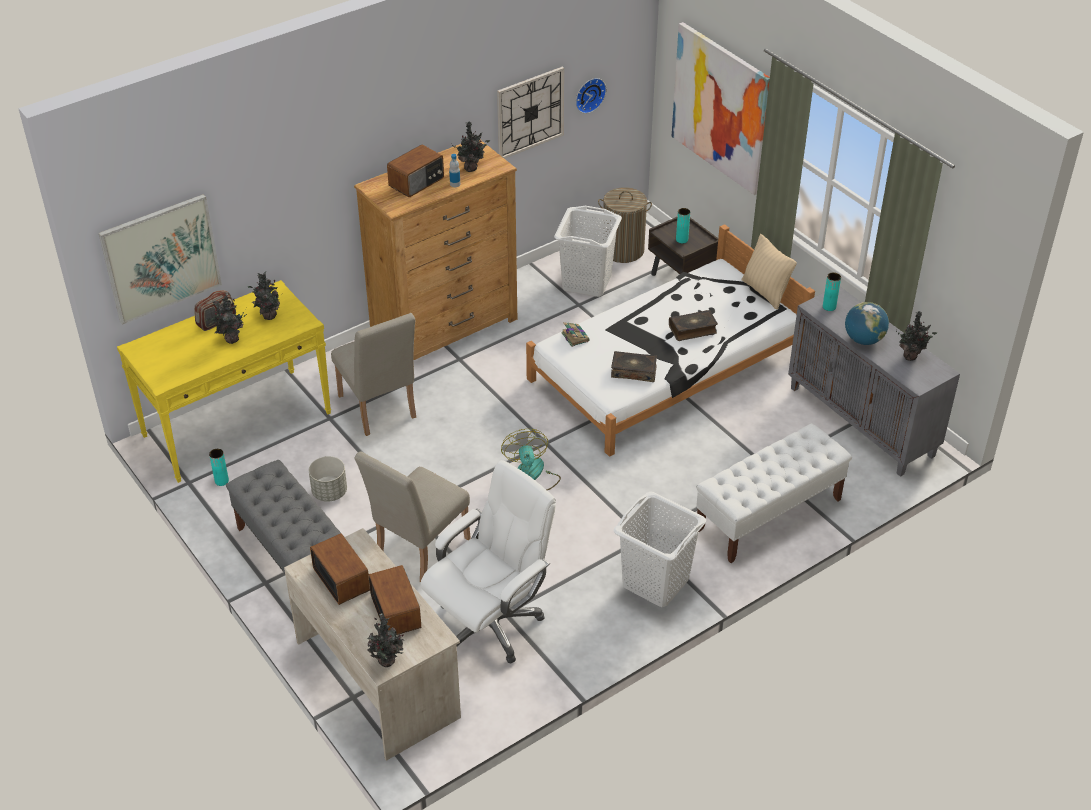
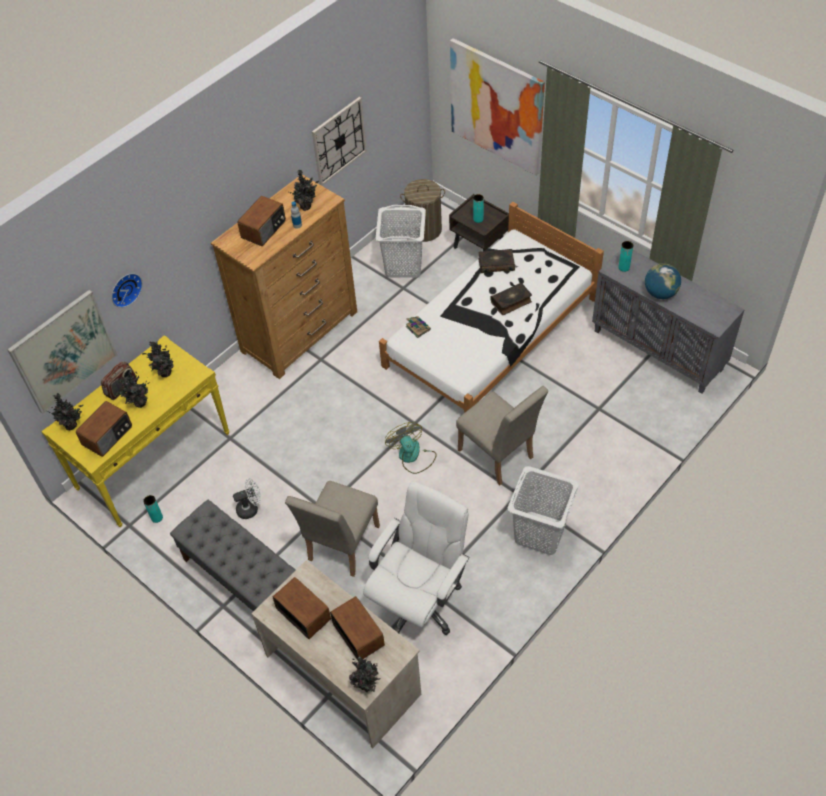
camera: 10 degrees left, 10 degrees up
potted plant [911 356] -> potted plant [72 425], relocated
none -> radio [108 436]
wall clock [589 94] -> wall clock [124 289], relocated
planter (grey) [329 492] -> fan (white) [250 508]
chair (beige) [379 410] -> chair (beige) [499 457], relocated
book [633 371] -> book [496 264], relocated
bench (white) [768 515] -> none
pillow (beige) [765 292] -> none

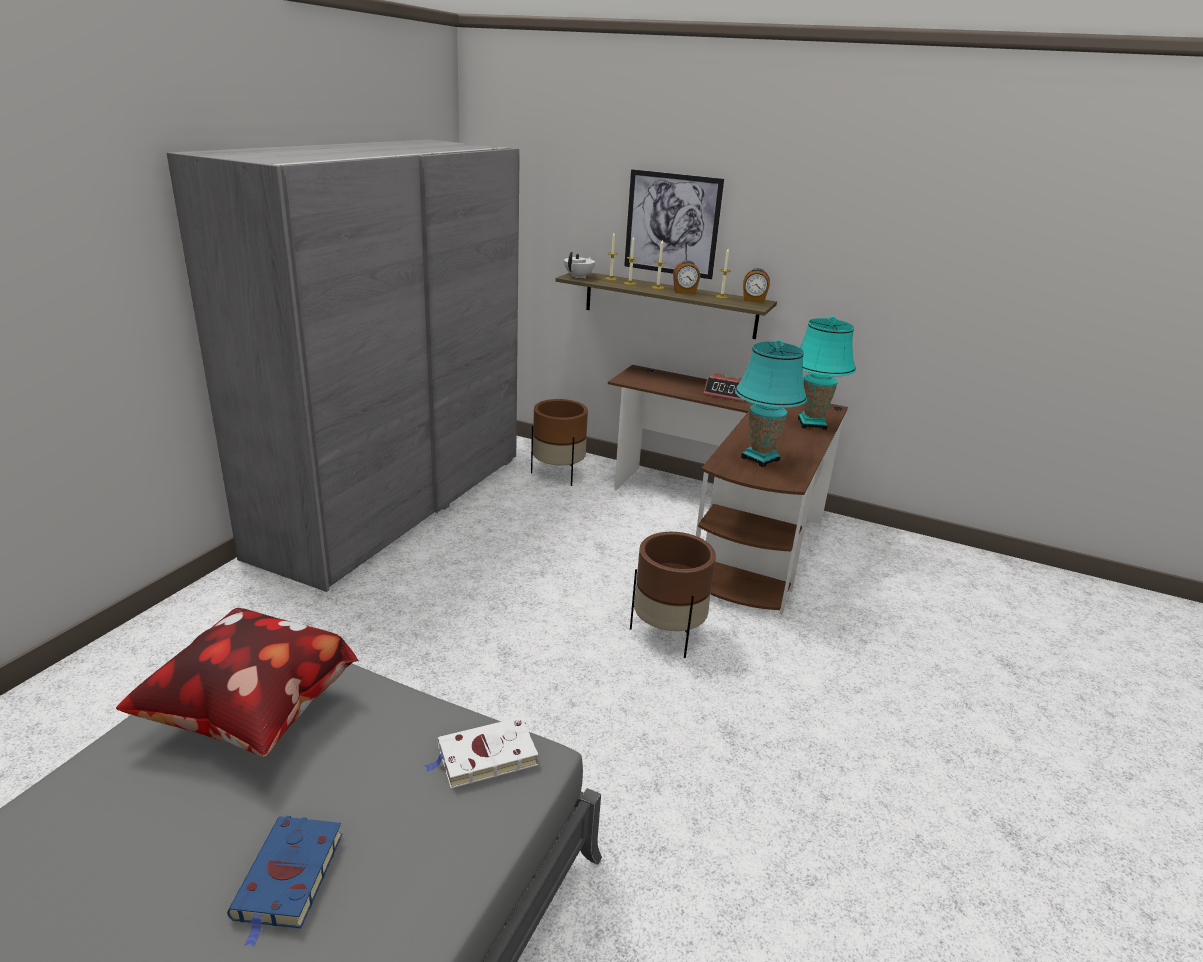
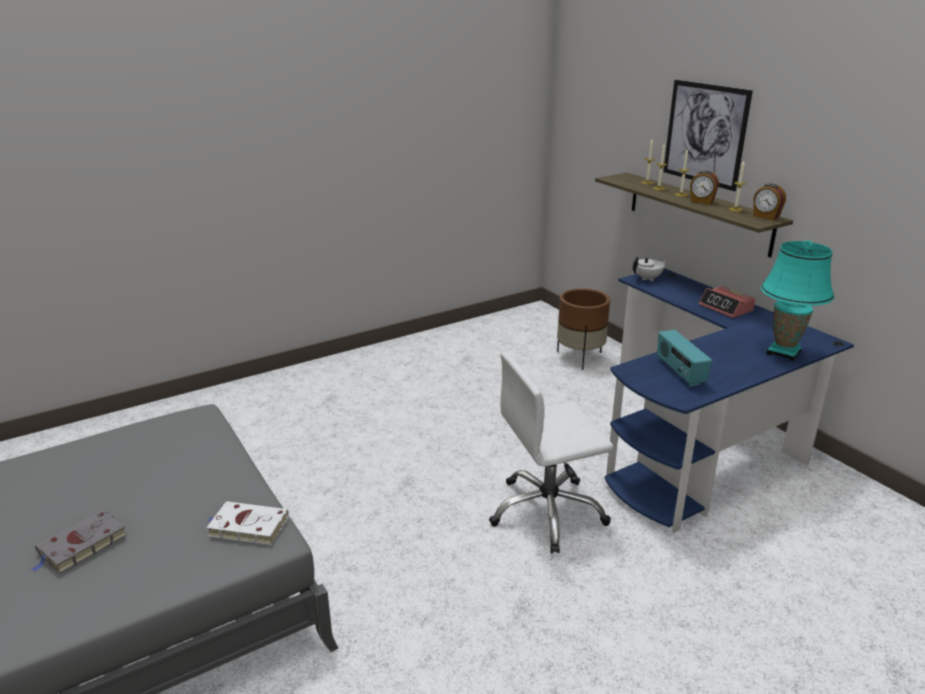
camera: 35 degrees right, 0 degrees up
book (blue) [288 879] -> book (grey) [80 546]
planter (brown) [667 634] -> office chair (white) [547 512]
desk (brown) [729 528] -> desk (blue) [699 442]
teapot (white) [579 277] -> teapot (white) [648 278], relocated
table lamp (turquoise) [760 459] -> radio [679 372]
pillow [252 718] -> none
wardrobe (grey) [394 503] -> none

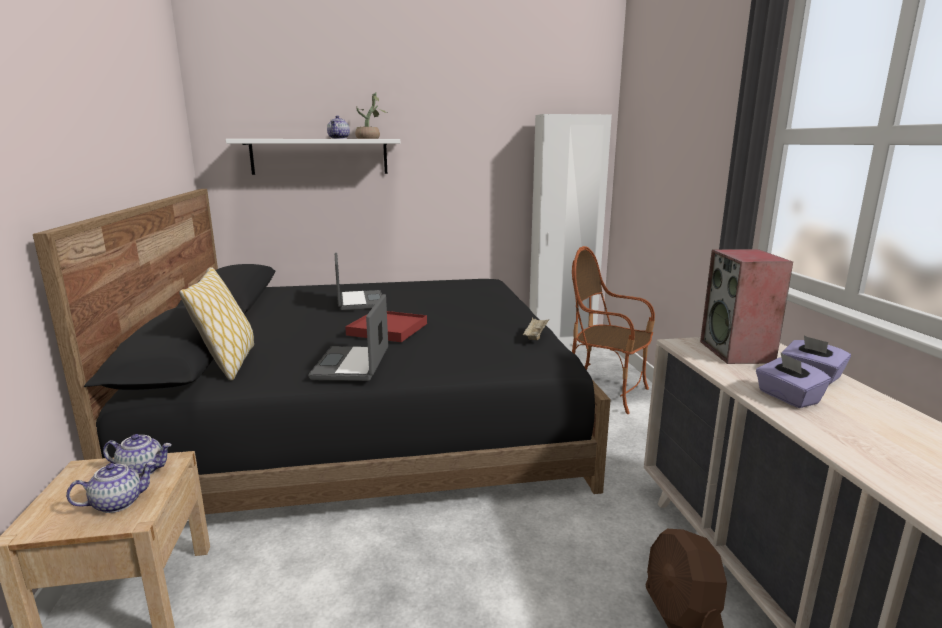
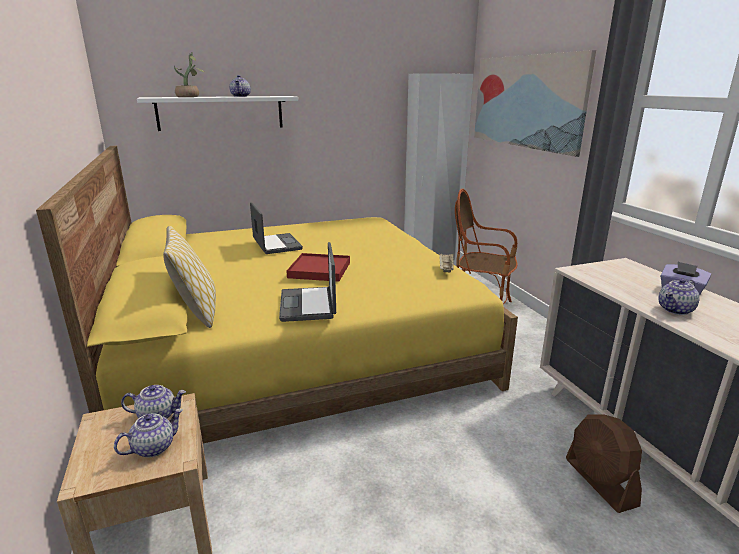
camera: 10 degrees left, 5 degrees up
bed (black) [369 414] -> bed (yellow) [295 341]
potted plant [370 138] -> potted plant [190 96], relocated
none -> picture [525 101]
tissue box (purple) [787 397] -> teapot [675 310]
speaker [737 352] -> none

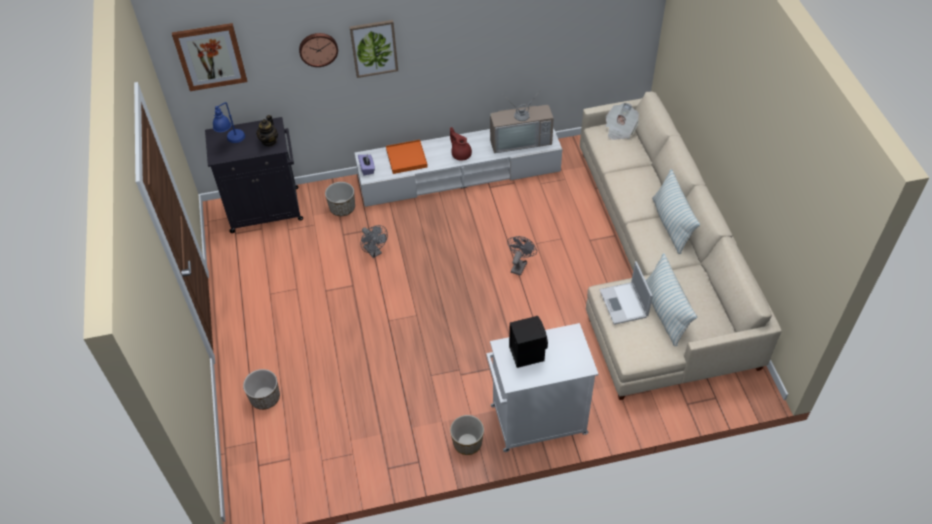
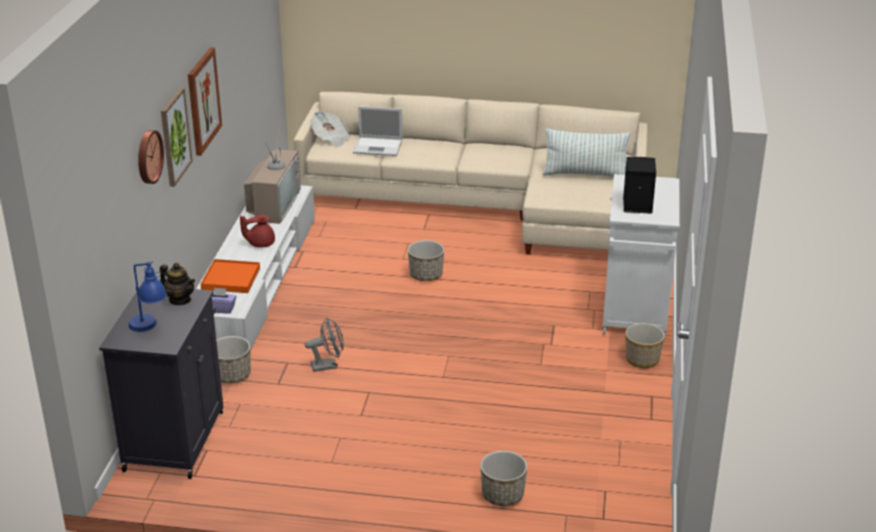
camera: 70 degrees left, 20 degrees down
picture [210 56] -> picture [203 101], relocated
laptop [624 304] -> laptop [379 147], relocated
fan (grey) [519 265] -> planter [426 275]
pillow [671 224] -> none

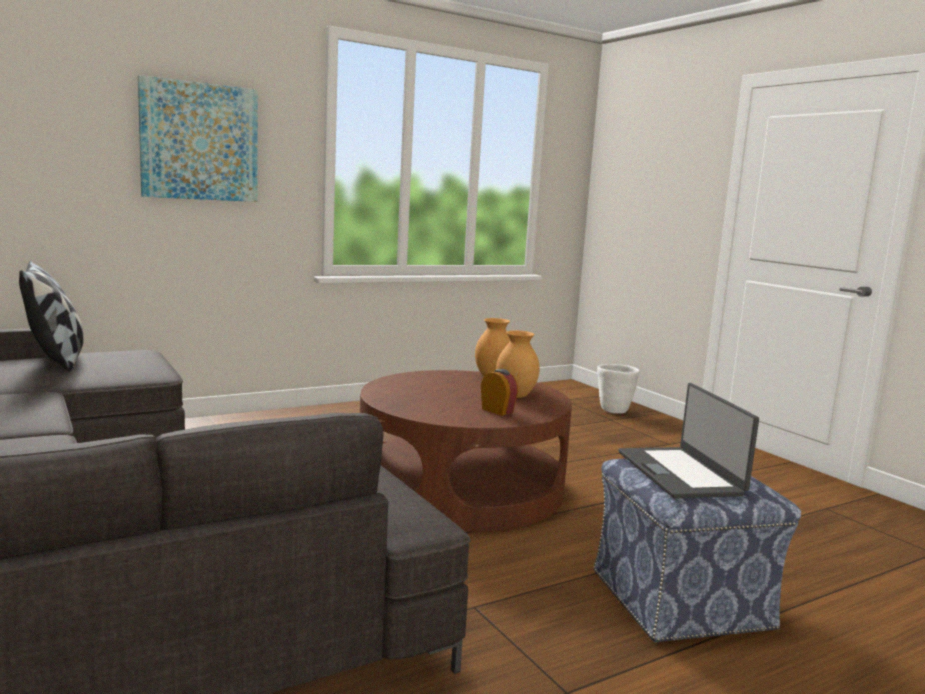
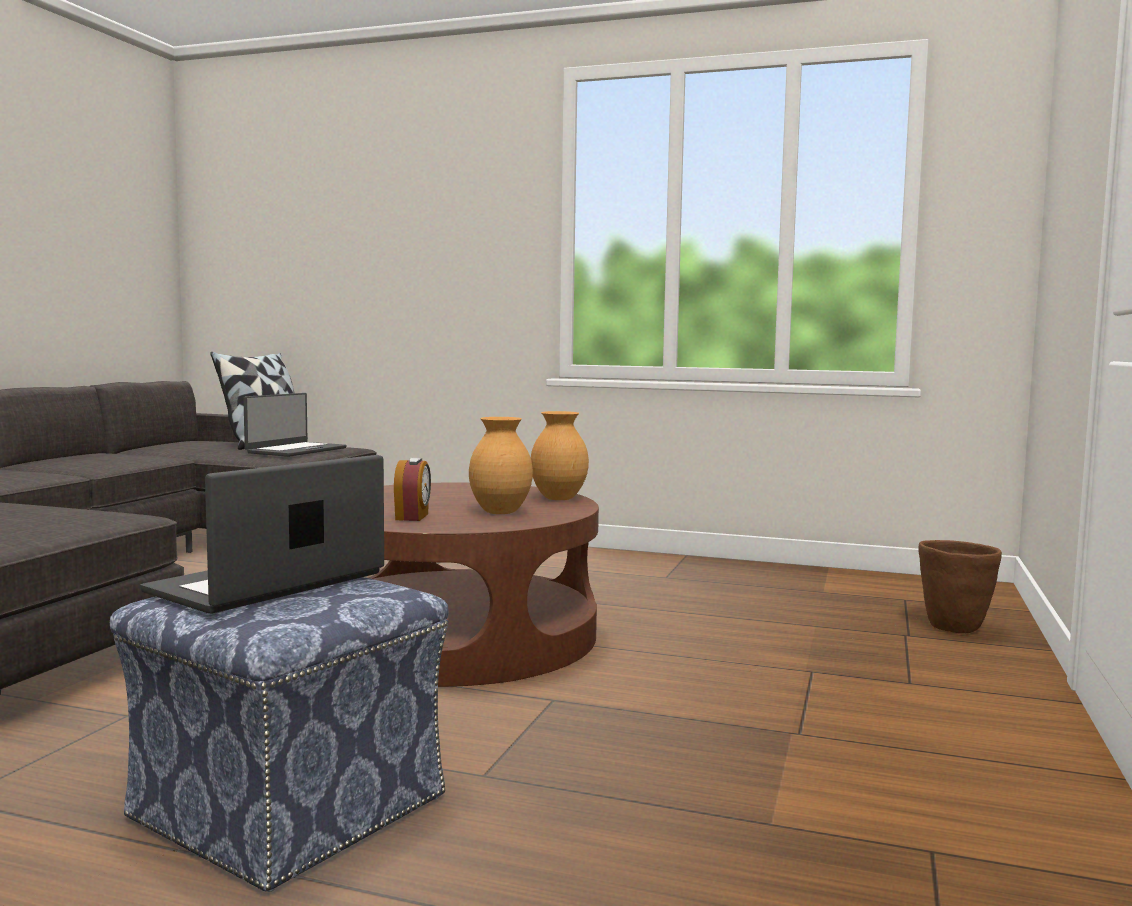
camera: 50 degrees right, 5 degrees down
none -> laptop [295 450]
planter (white) [614 410] -> planter (brown) [954 627]
picture [199 142] -> none

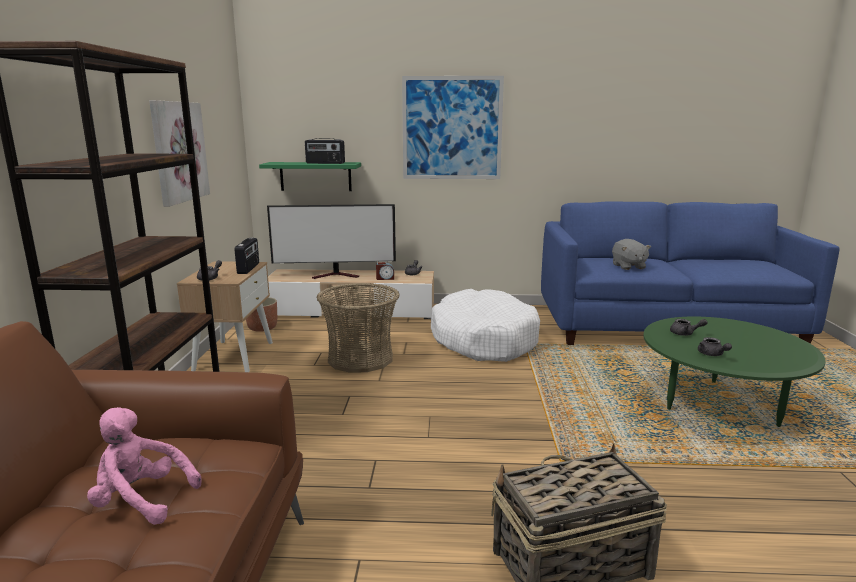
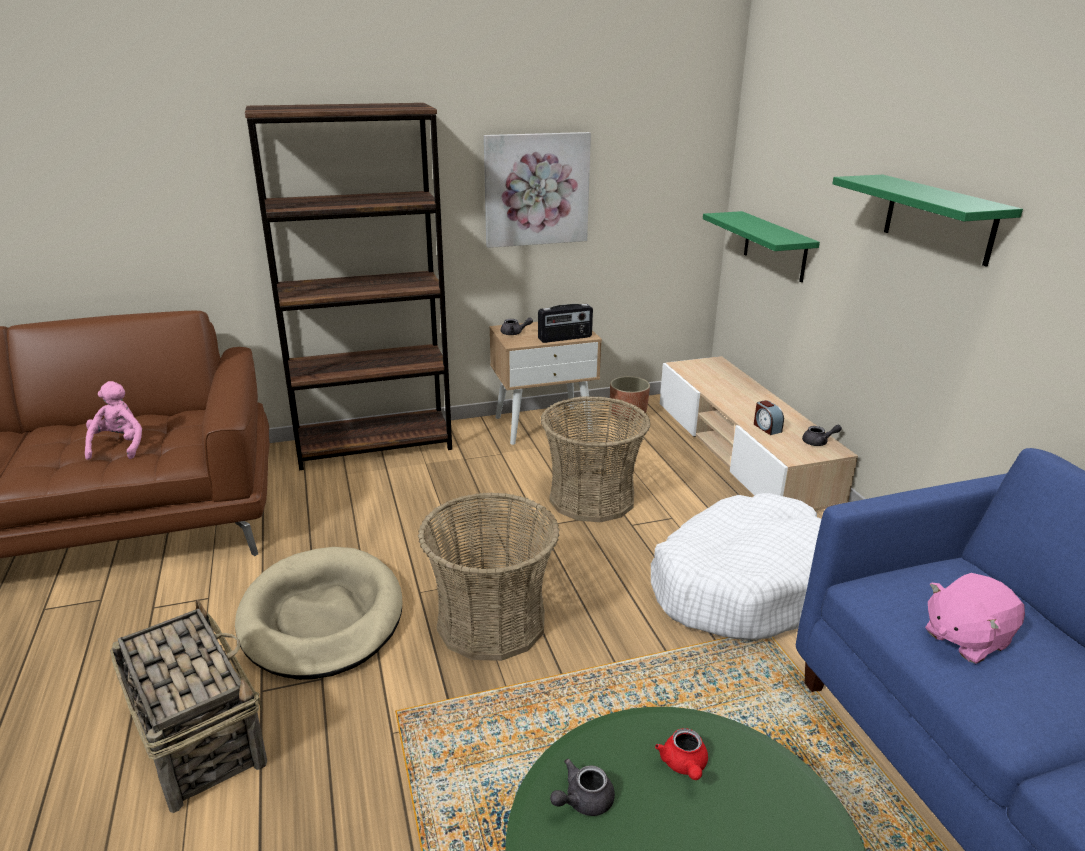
camera: 70 degrees right, 10 degrees up
none -> dog bed (beige) [322 617]
none -> basket [491 622]
teapot (grey) [685 334] -> teapot (red) [684 766]
picture [452 128] -> shelf (green) [939 219]
plush toy (grey) [628 266] -> plush toy (pink) [965 638]
television [337 275] -> none
radio [325 163] -> none

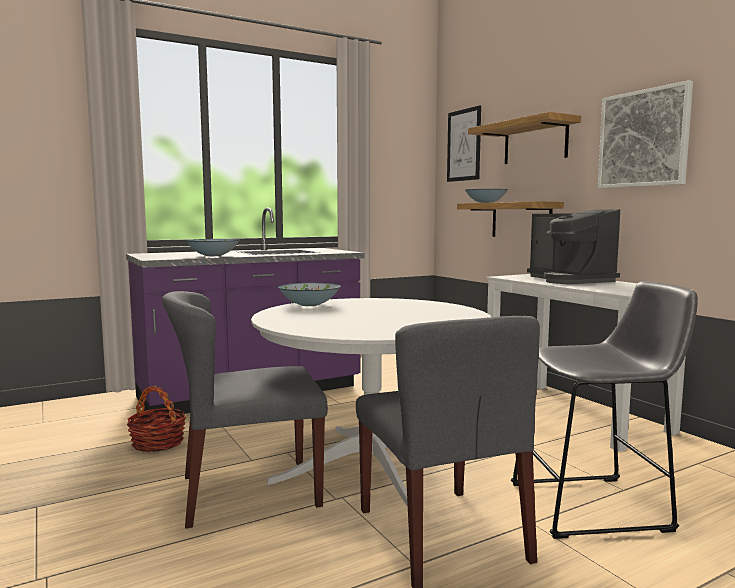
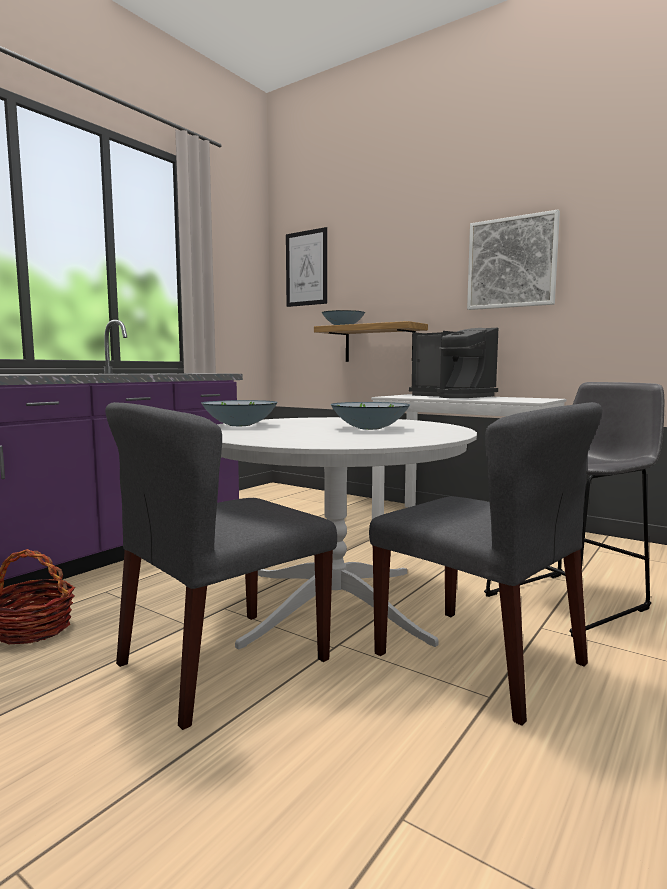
camera: 25 degrees left, 0 degrees up
bowl [213 256] -> bowl [370 428], relocated
shelf [535 142] -> none

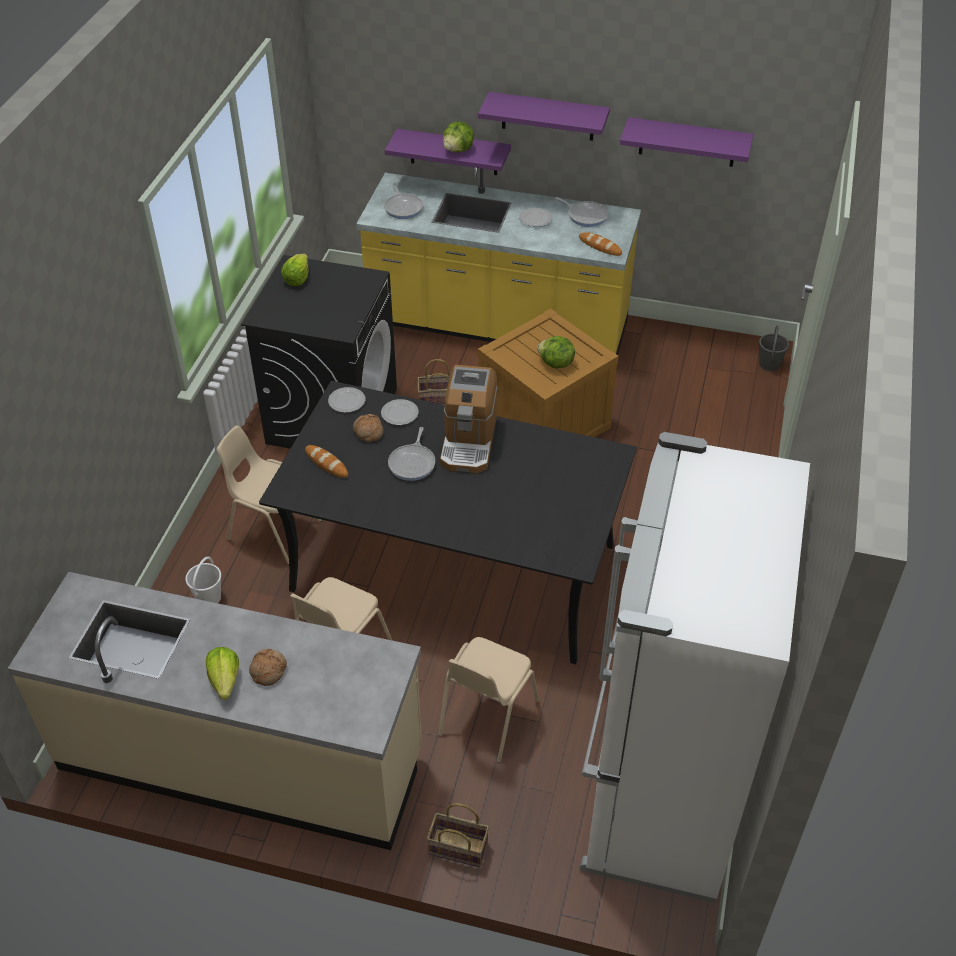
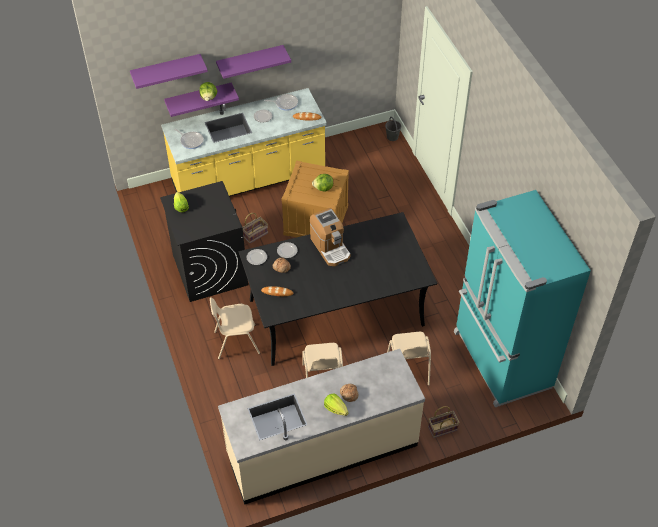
camera: 35 degrees left, 5 degrees up
shelf (purple) [687 142] -> shelf (purple) [166 70], relocated
fridge (white) [658 796] -> fridge (turquoise) [500 360]
bucket (white) [208 597] -> none
frying pan [413 463] -> none

